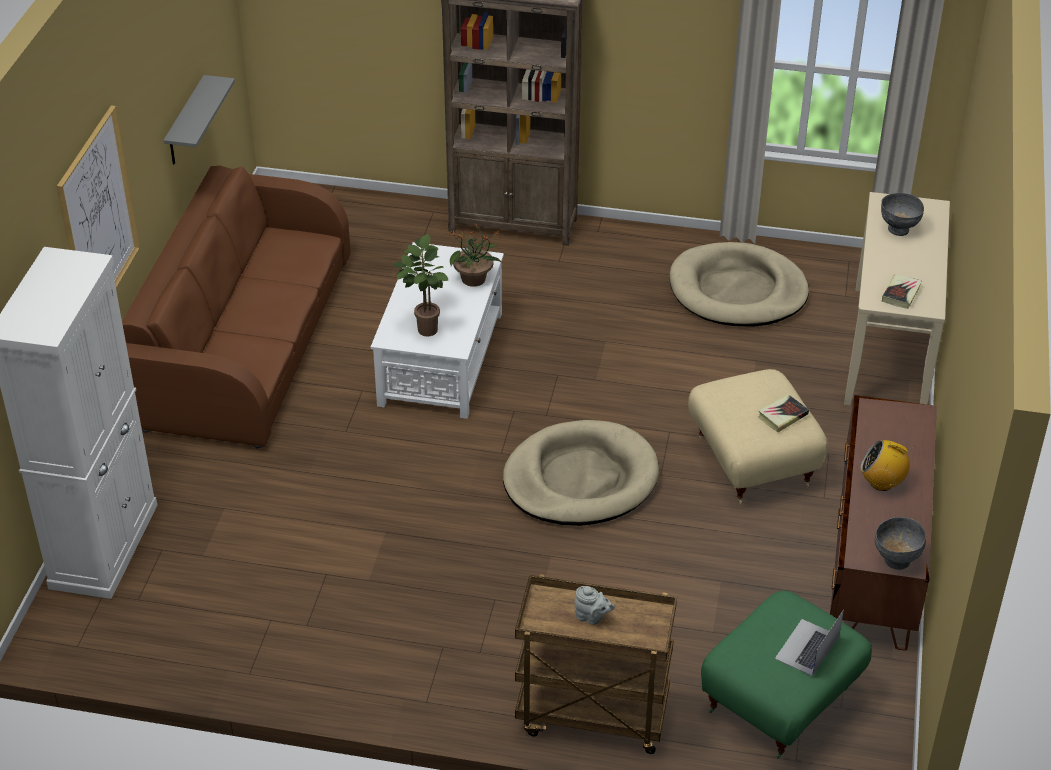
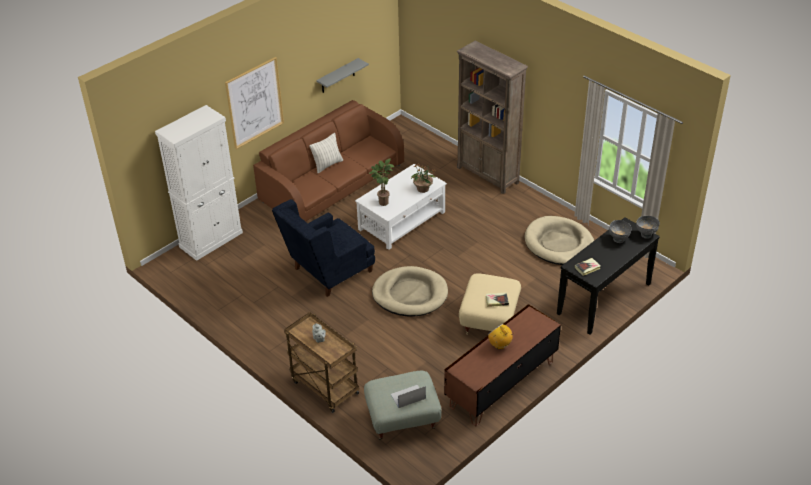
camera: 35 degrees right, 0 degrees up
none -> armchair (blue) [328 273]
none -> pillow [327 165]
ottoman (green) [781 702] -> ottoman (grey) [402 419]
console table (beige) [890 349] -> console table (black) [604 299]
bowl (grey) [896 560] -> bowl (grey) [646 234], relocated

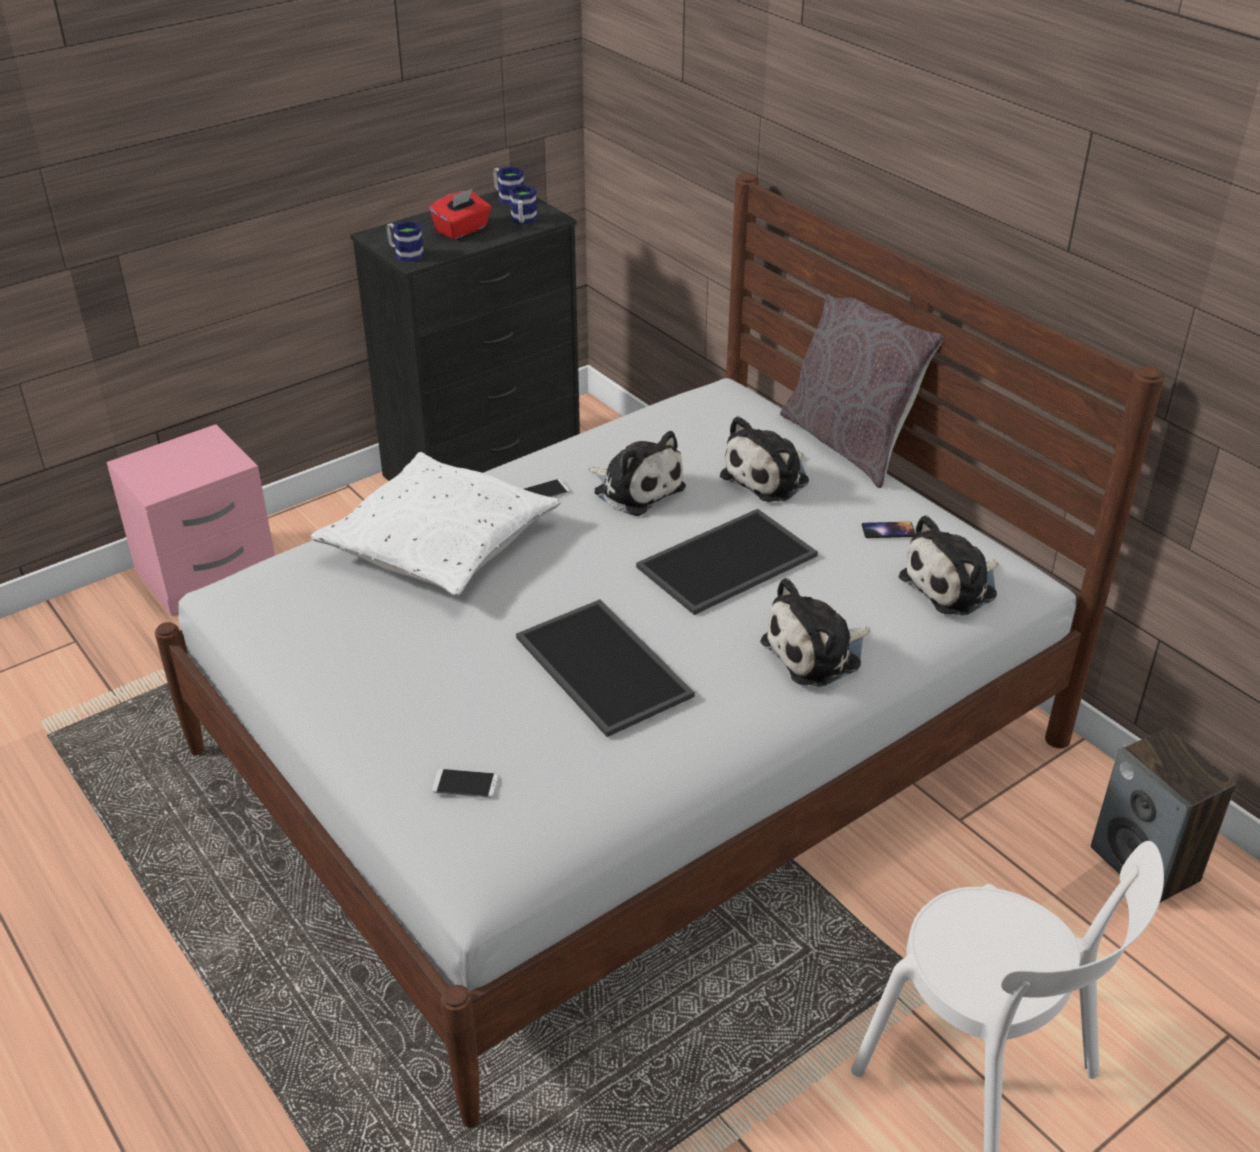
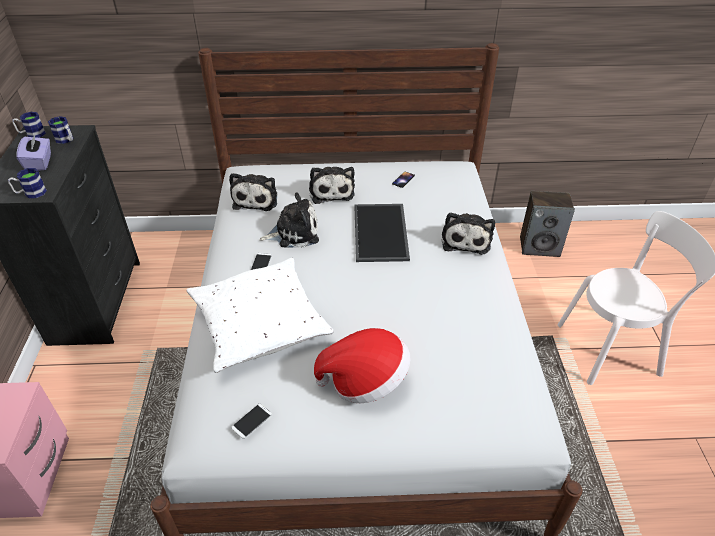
camera: 55 degrees left, 5 degrees up
tissue box (red) [462 230] -> tissue box (purple) [39 163]
plush toy [953 586] -> plush toy [256 199], relocated
phone [465 784] -> phone [252 421], relocated
none -> hat [365 380]
tray [606 666] -> none
pillow (grey) [850 443] -> none

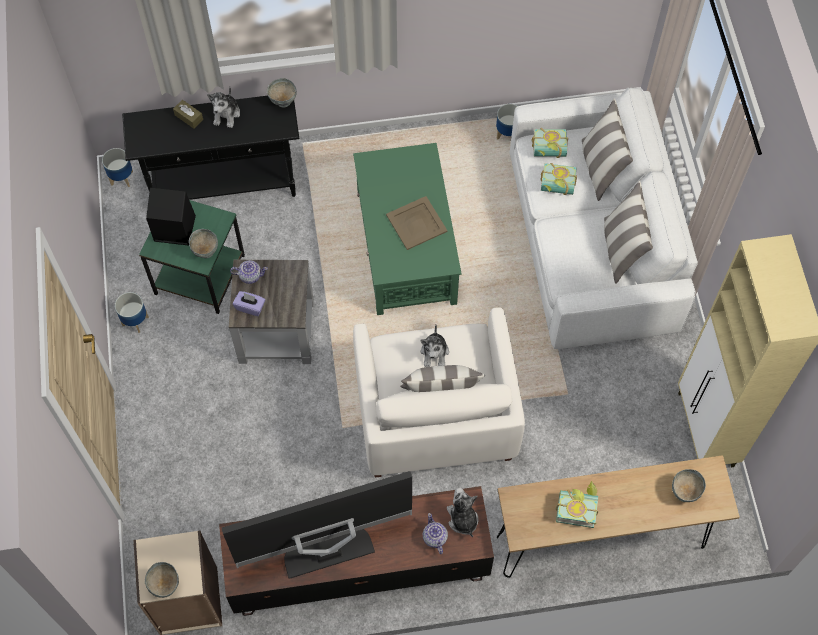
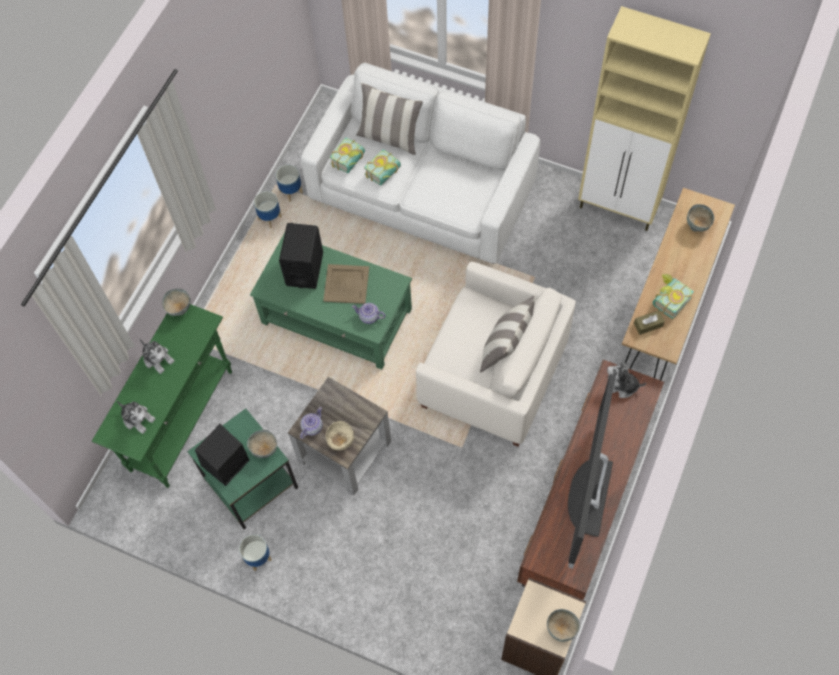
camera: 55 degrees left, 0 degrees up
console table (black) [225 186] -> console table (green) [182 420]
plush toy [435 353] -> plush toy [138 418], relocated
planter [122 178] -> planter [270 218], relocated
none -> speaker (black) [304 269]
tissue box (purple) [250 307] -> bowl (beige) [341 442]
teapot [434 538] -> teapot [369 317], relocated
tissue box (brown) [189 117] -> tissue box (brown) [648 325], relocated
pillow [622 250] -> none

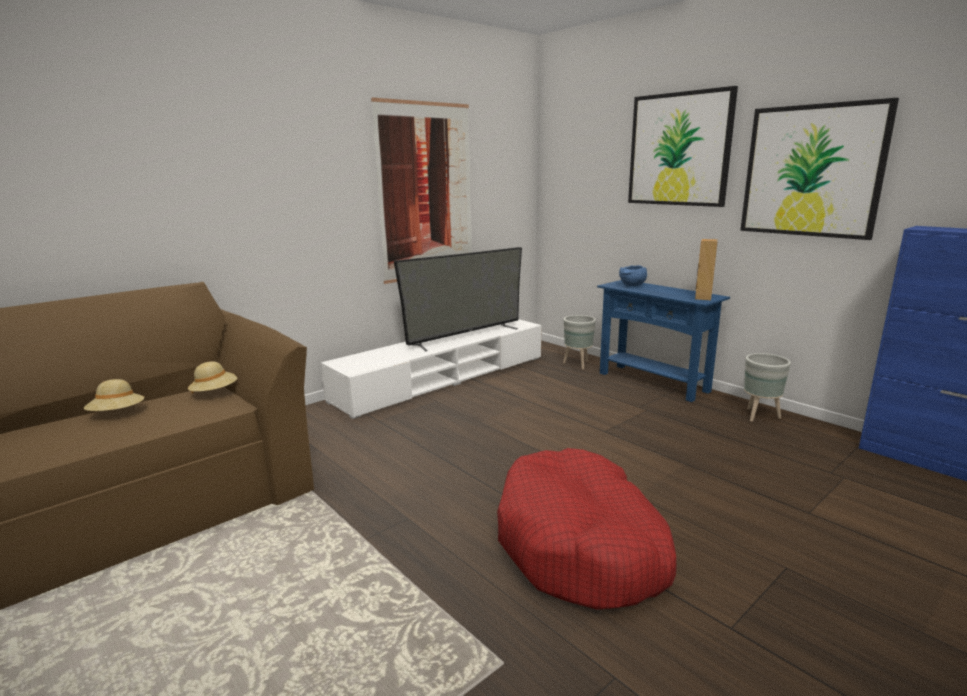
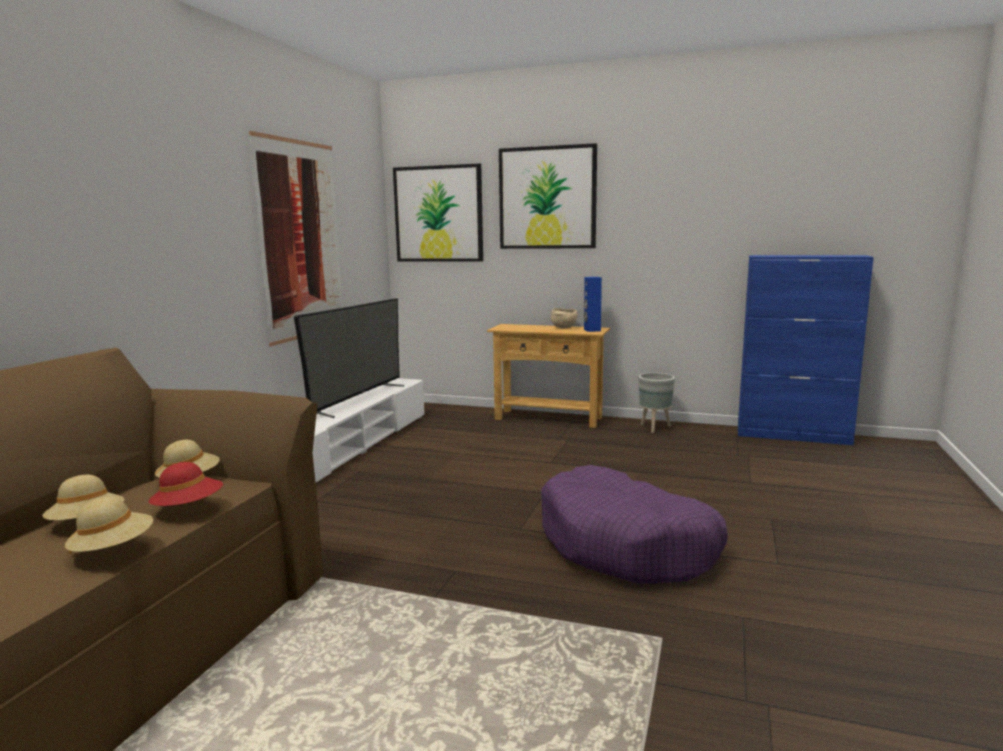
camera: 30 degrees left, 5 degrees down
none -> hat (beige) [113 550]
none -> hat (red) [188 508]
picture [812 171] -> picture [438 214], relocated
console table (blue) [652 382] -> console table (beige) [548 418]
dog bed (red) [581 545] -> dog bed (purple) [627 546]
none -> bowl (beige) [564 328]
speaker (brown) [702 298] -> speaker (blue) [592 330]
planter (grey) [577 364] -> none
bowl (blue) [632 286] -> none

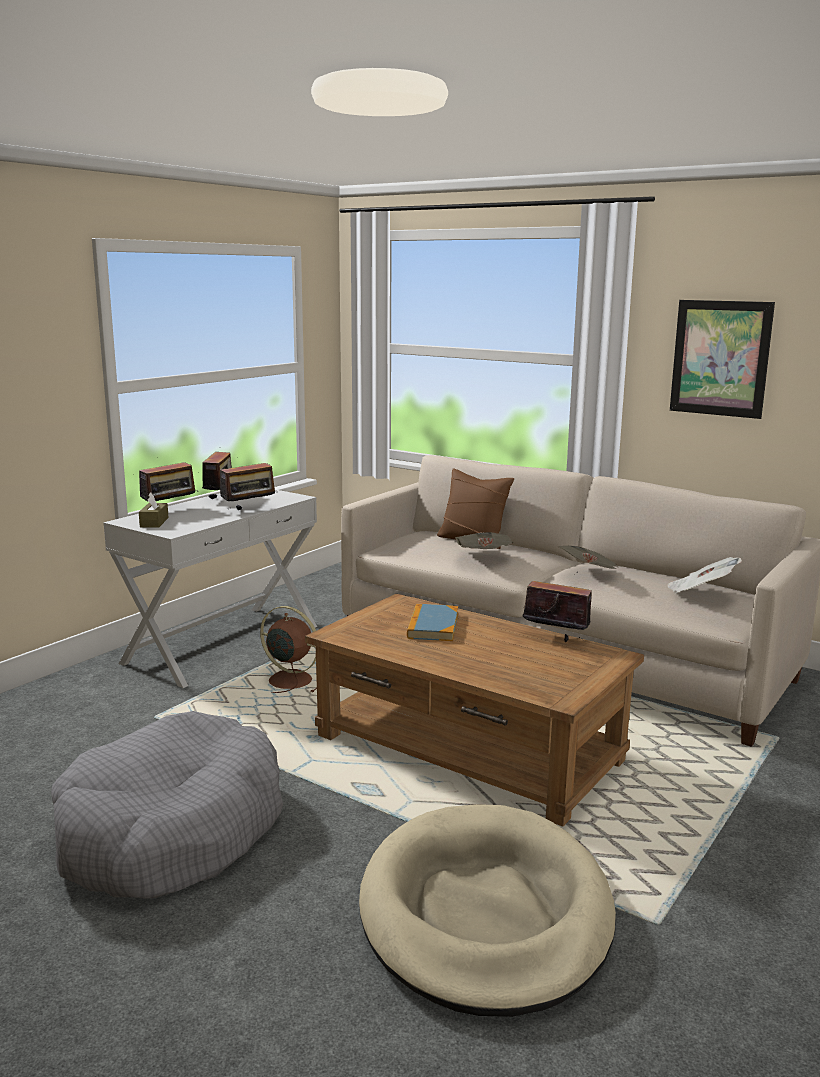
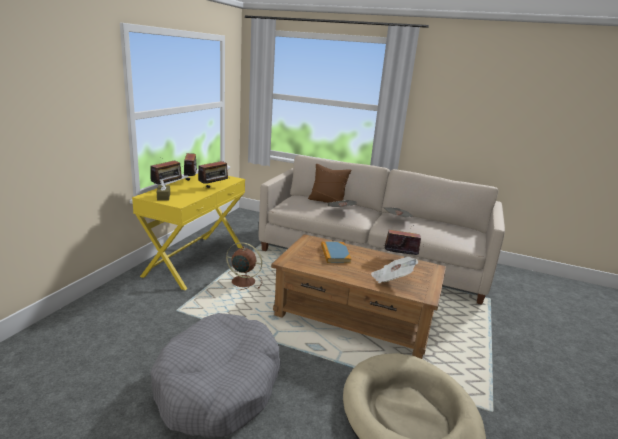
camera: 15 degrees left, 5 degrees up
console table (white) [222 644] -> console table (yellow) [195 260]
newspaper [700 592] -> newspaper [391 279], relocated
picture [720 358] -> none

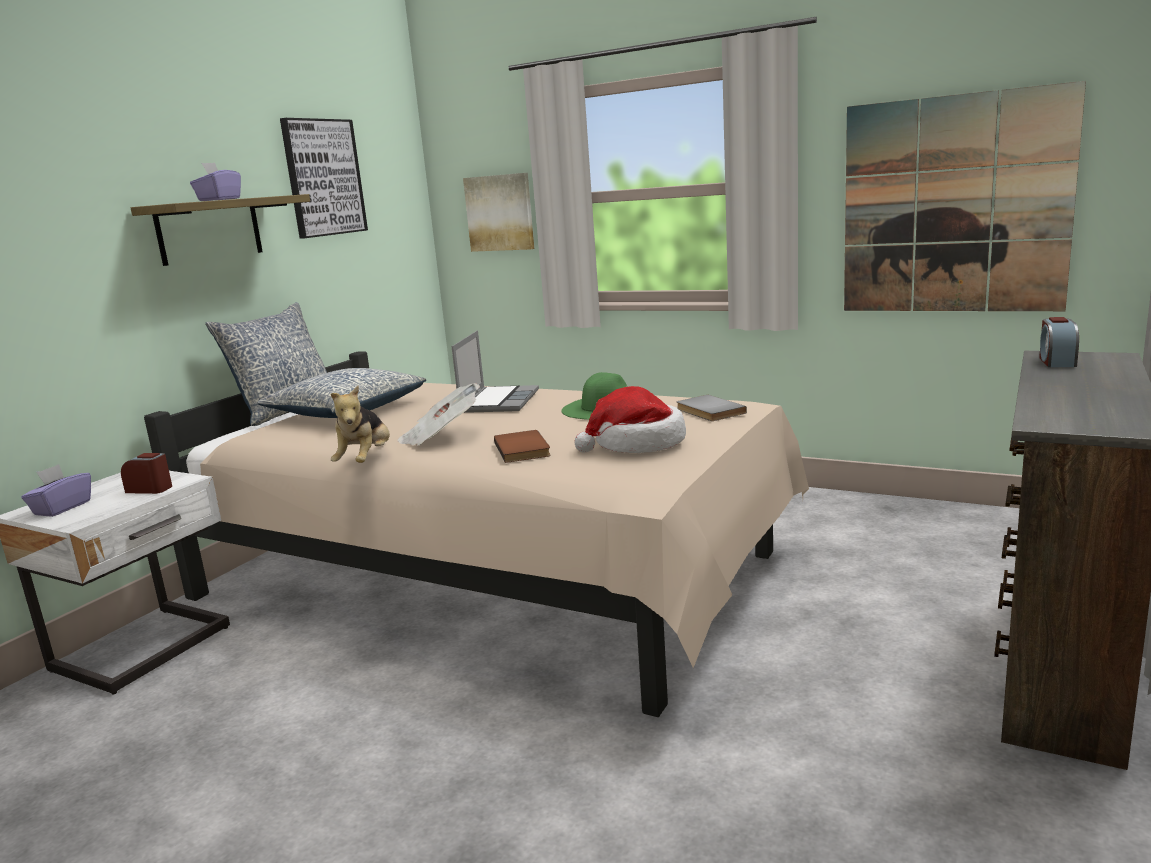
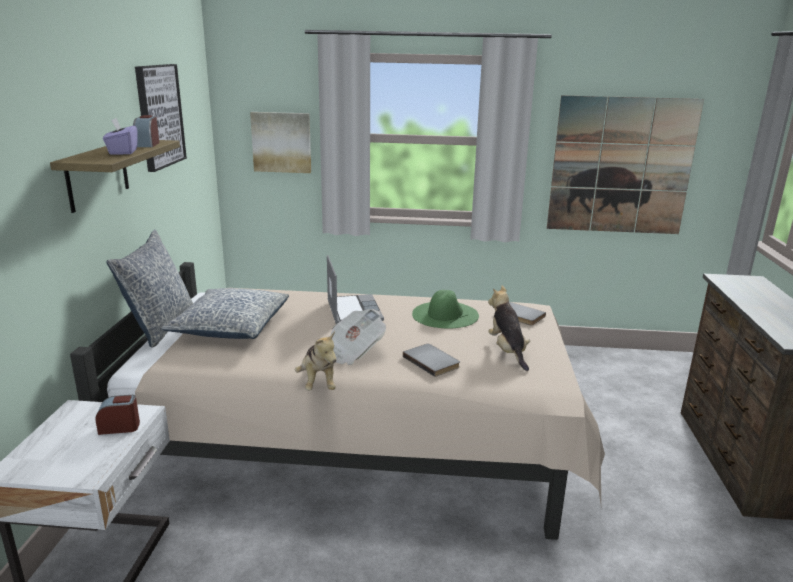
camera: 25 degrees left, 5 degrees up
alarm clock [1056 361] -> alarm clock [147 144], relocated
book (brown) [524 449] -> book (grey) [432 361]
hat [637 444] -> plush toy [507 351]
tissue box (purple) [62 508] -> none

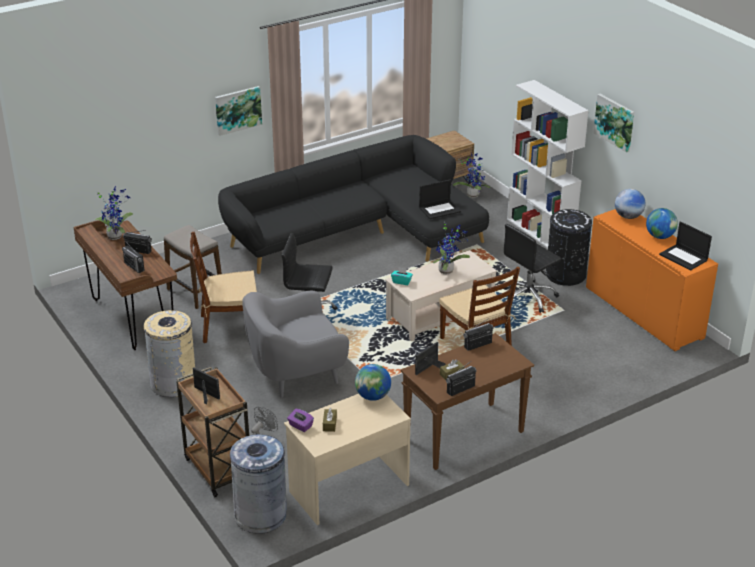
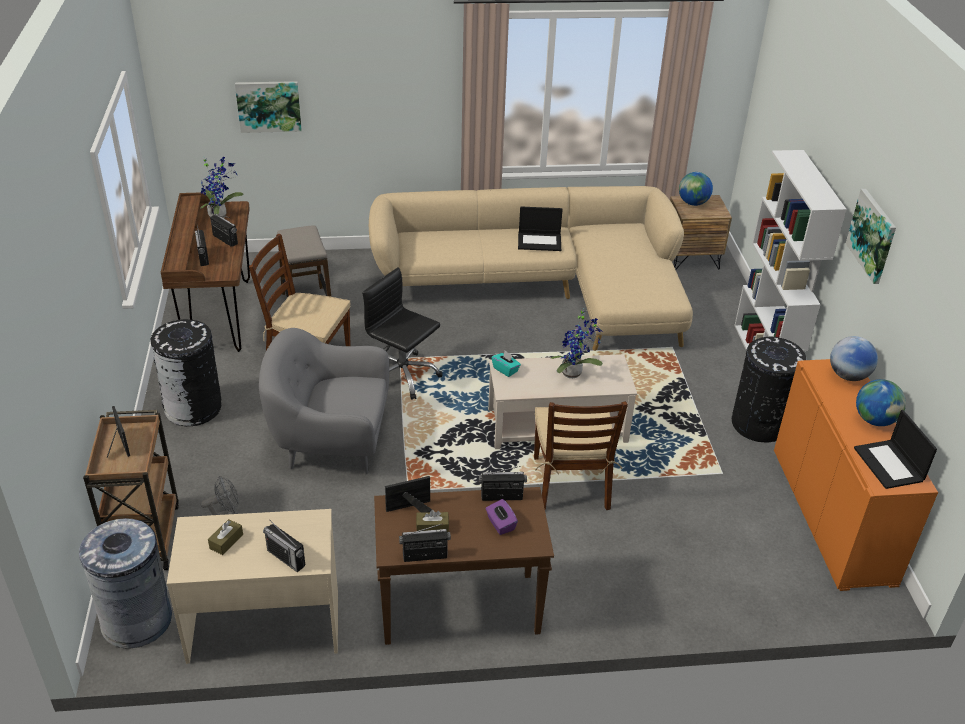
camera: 25 degrees right, 5 degrees up
trash can (beige) [173 383] -> trash can (black) [193 408]
picture [238 110] -> picture [268 106], relocated
none -> radio [286 558]
sofa (black) [360 231] -> sofa (beige) [543 288]
tissue box (purple) [300 426] -> tissue box (purple) [500 524], relocated
laptop [440 209] -> laptop [540 241], relocated
globe [373 396] -> globe [693 203], relocated
potted plant [472 194] -> none
office chair (black) [528 297] -> none

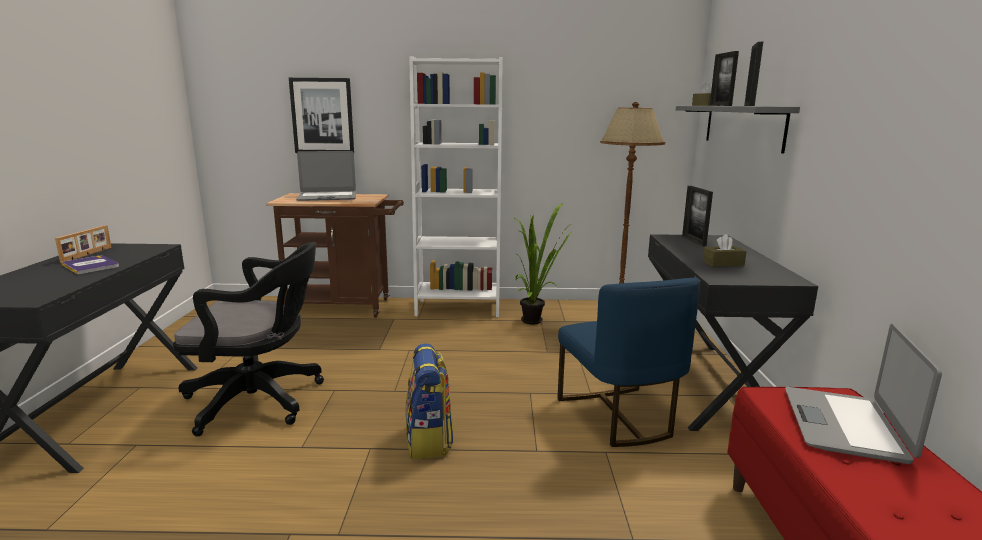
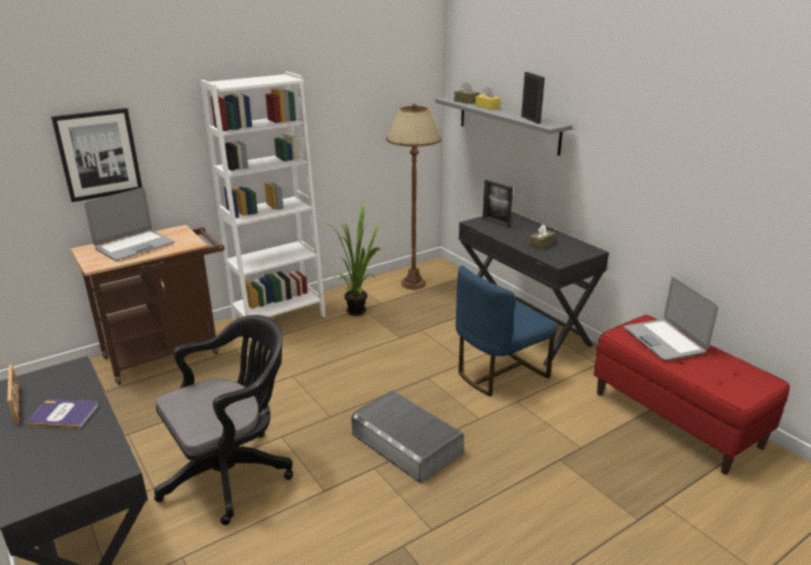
camera: 35 degrees left, 10 degrees up
backpack [429 440] -> storage box (grey) [406 443]
chair (blue) [618 416] -> chair (blue) [499 373], 105 degrees clockwise
picture frame [720 105] -> tissue box (yellow) [487 107]

